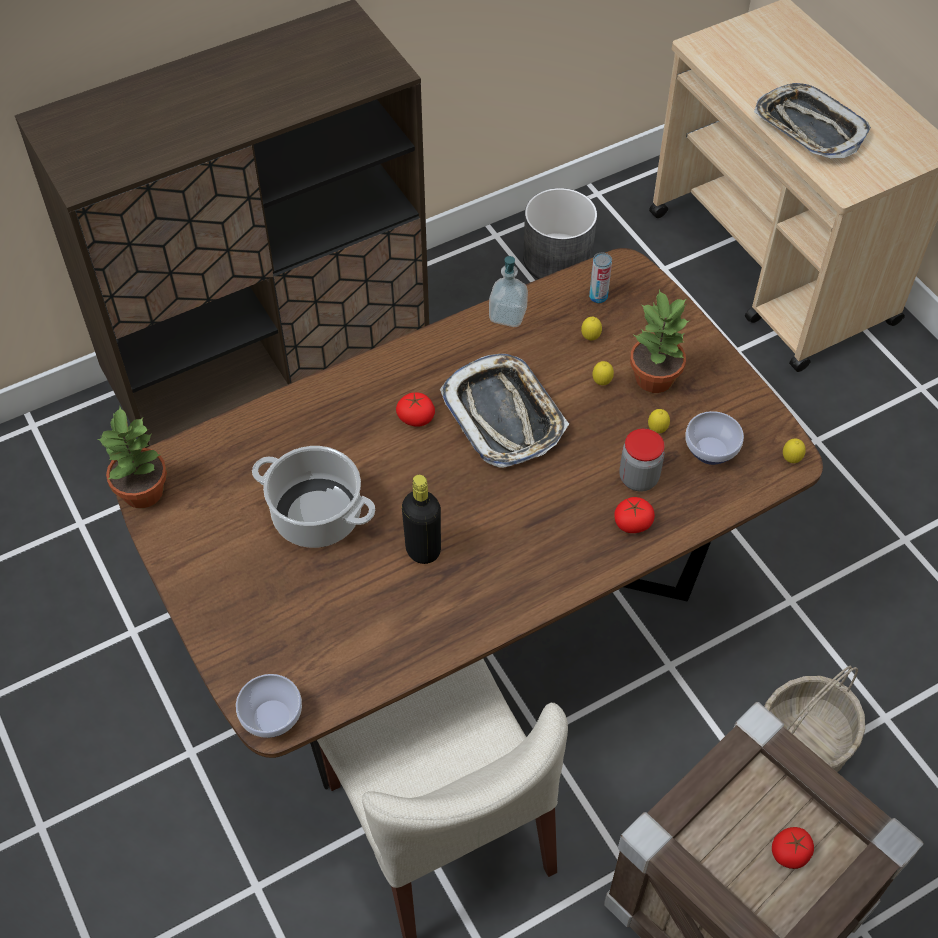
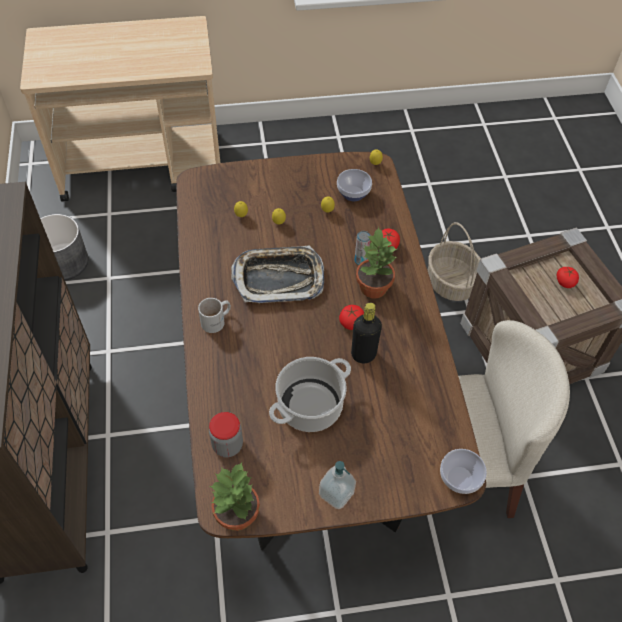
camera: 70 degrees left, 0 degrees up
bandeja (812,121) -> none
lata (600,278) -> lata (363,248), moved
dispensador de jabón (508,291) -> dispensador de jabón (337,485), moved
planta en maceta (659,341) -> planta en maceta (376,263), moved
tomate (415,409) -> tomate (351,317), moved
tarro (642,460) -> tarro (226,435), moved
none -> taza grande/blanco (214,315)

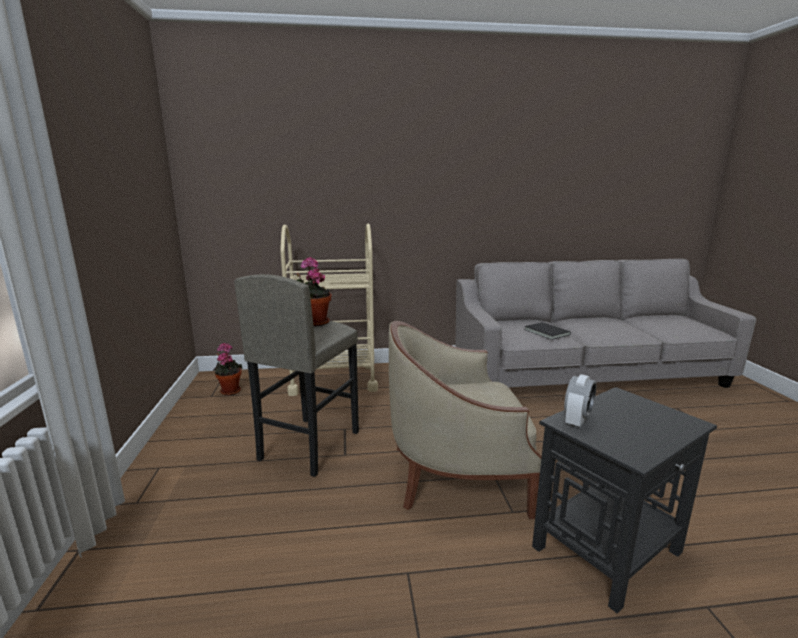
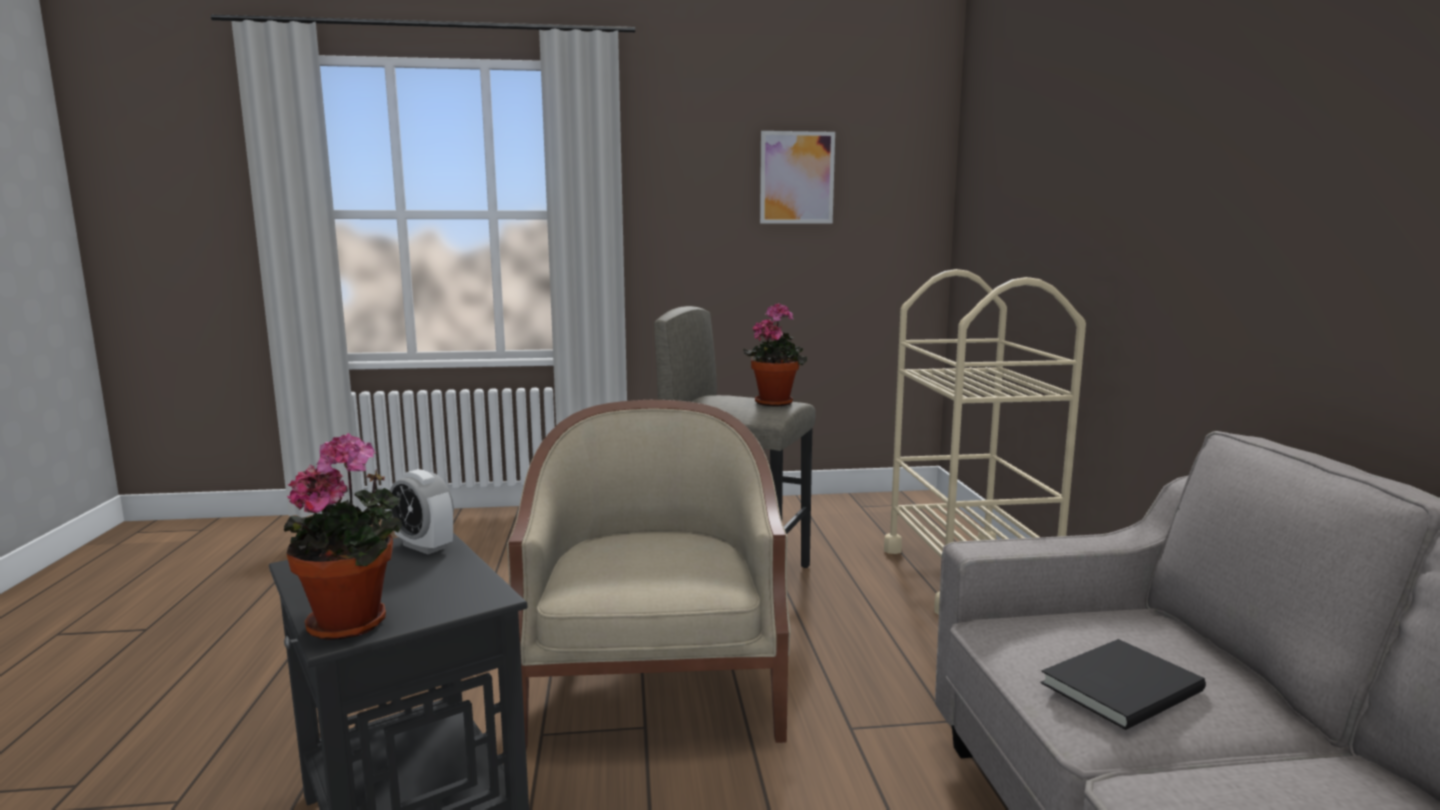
camera: 90 degrees right, 5 degrees down
planta en maceta (228,369) -> planta en maceta (343,536), moved
none -> cuadro (797,177)

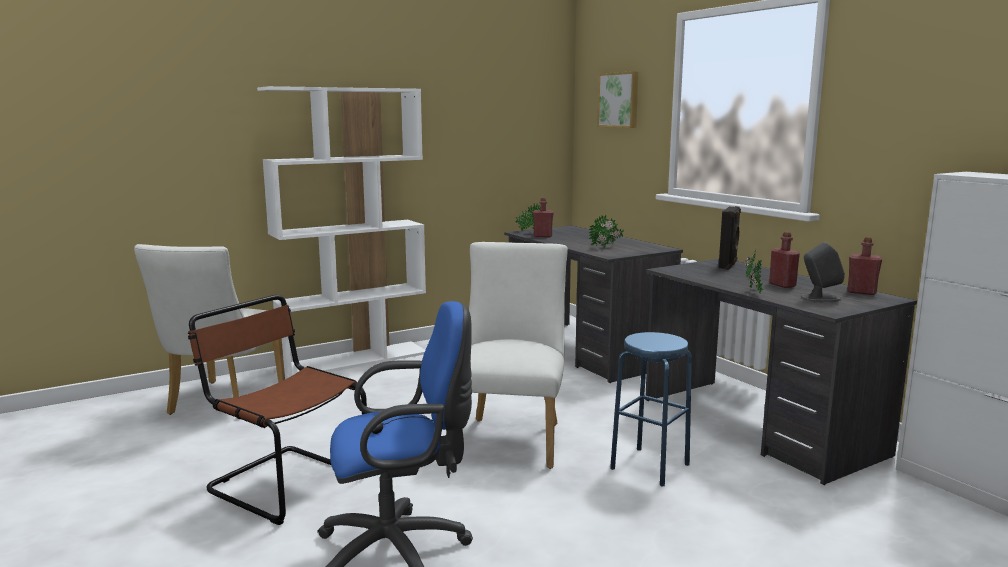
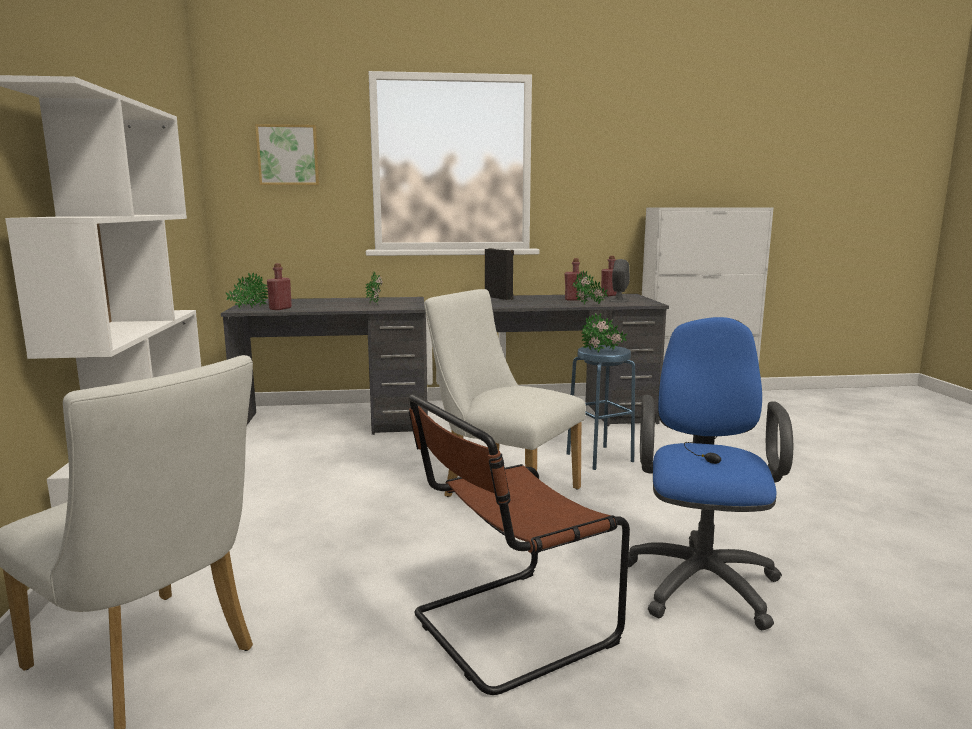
camera: 65 degrees left, 0 degrees up
none -> planta en maceta (604,333)

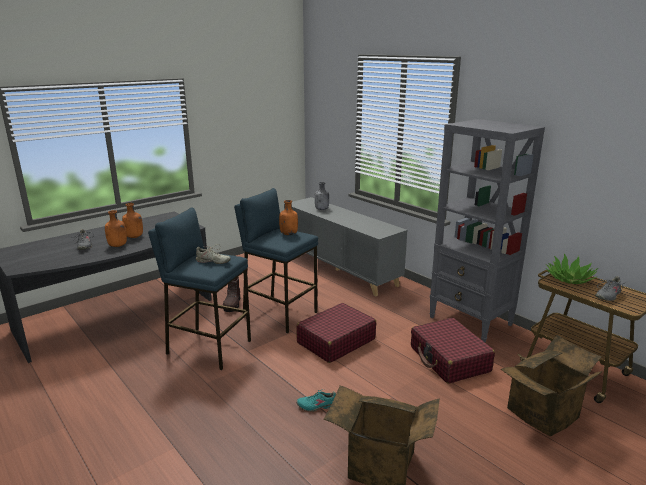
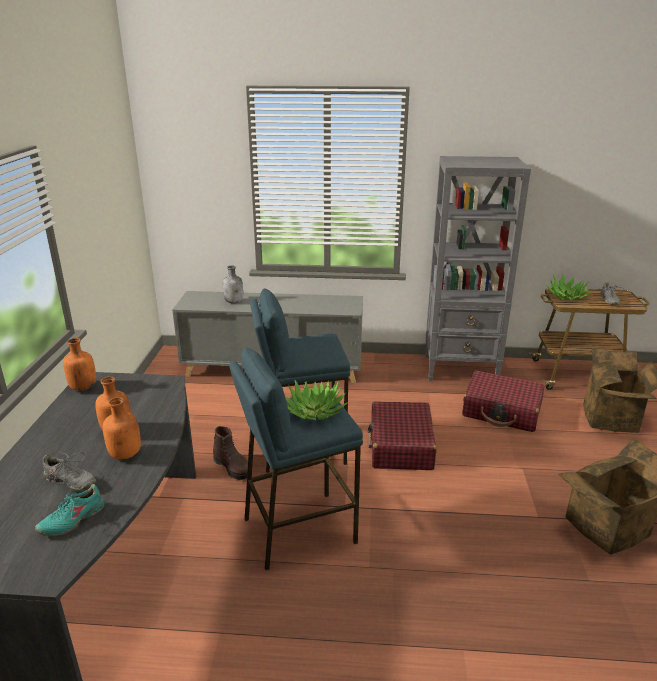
camera: 45 degrees left, 5 degrees up
botella/naranja (288,217) -> botella/naranja (79,364), moved
zapato/beis (213,254) -> planta en maceta (316,400)
zapato/turquesa (316,400) -> zapato/turquesa (70,510), moved

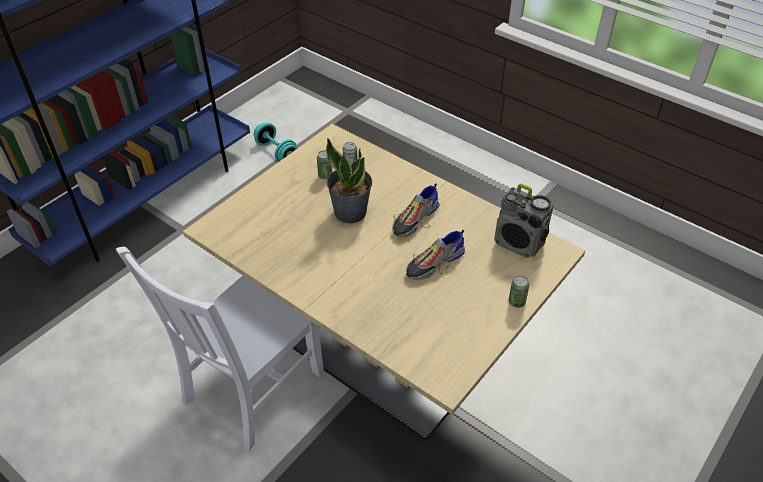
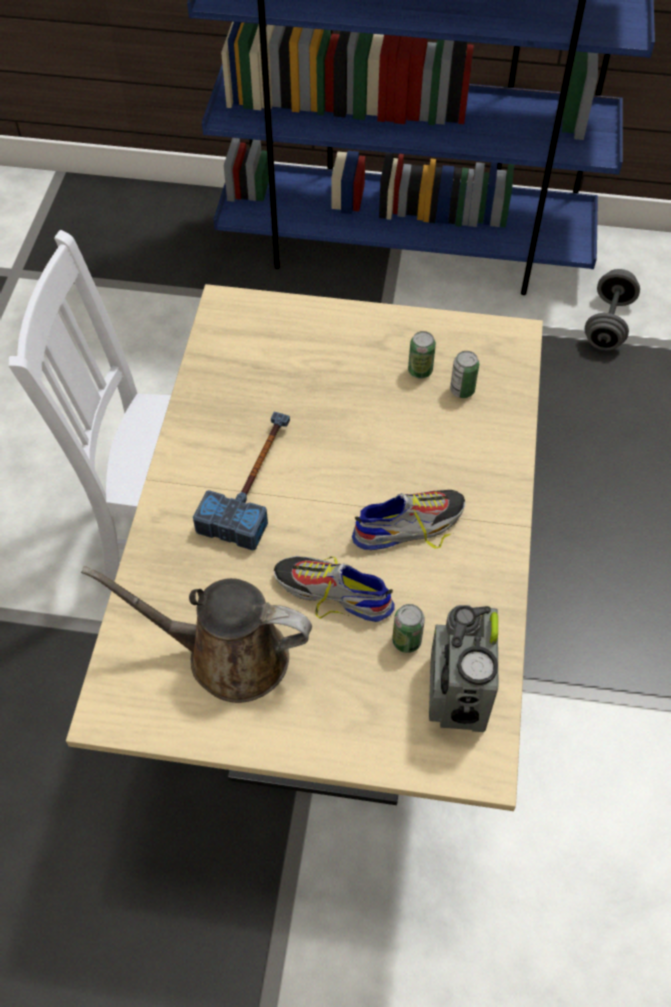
camera: 60 degrees right, 10 degrees up
mancuerna/turquesa (275,142) -> mancuerna/gris (612,310)
planta en maceta (349,181) -> none
zapato (416,210) -> zapato (408,520), 150 degrees clockwise
lata (518,292) -> lata (408,628), moved
none -> martillo (241,481)
none -> regadera/marrón (196,634)

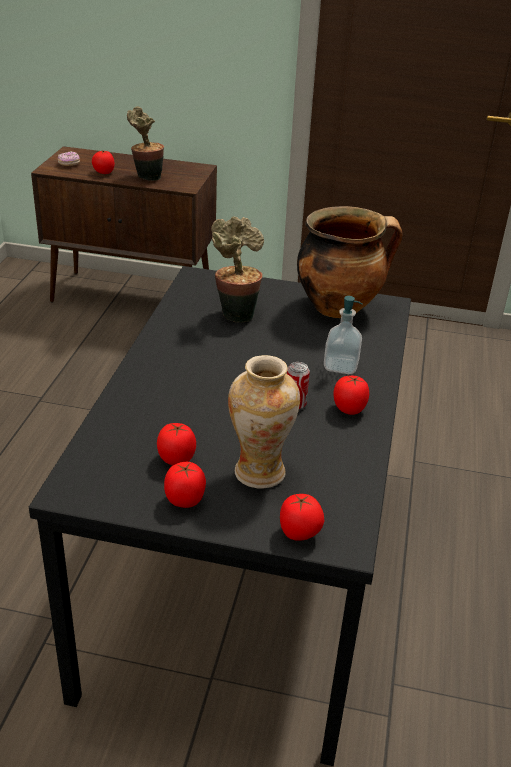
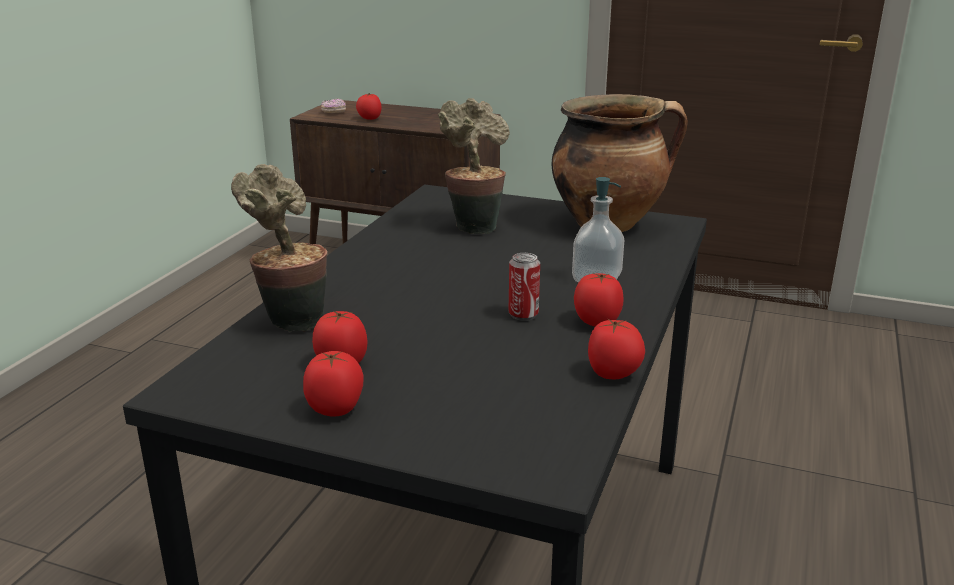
camera: 10 degrees right, 10 degrees down
planta en maceta (145,143) -> planta en maceta (279,248), moved
florero (264,422) -> none
tomate (302,517) -> tomate (616,348), moved

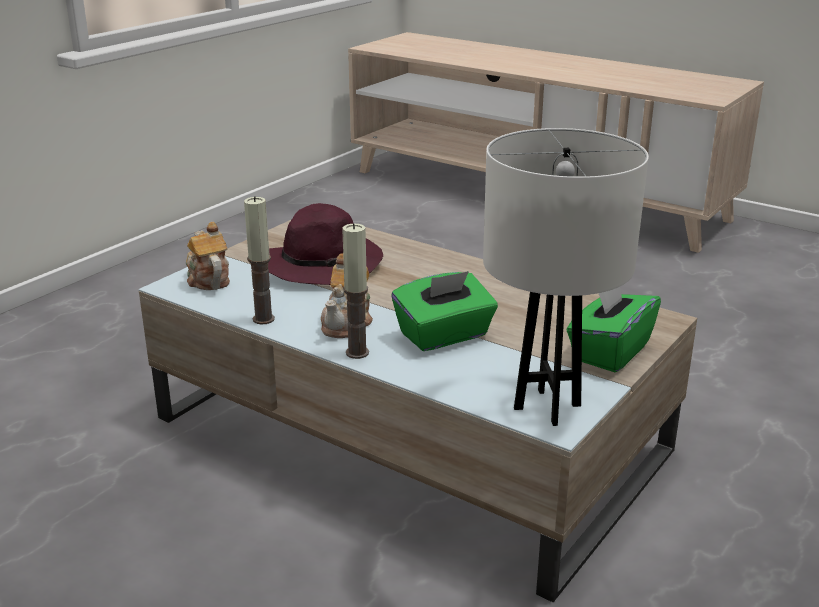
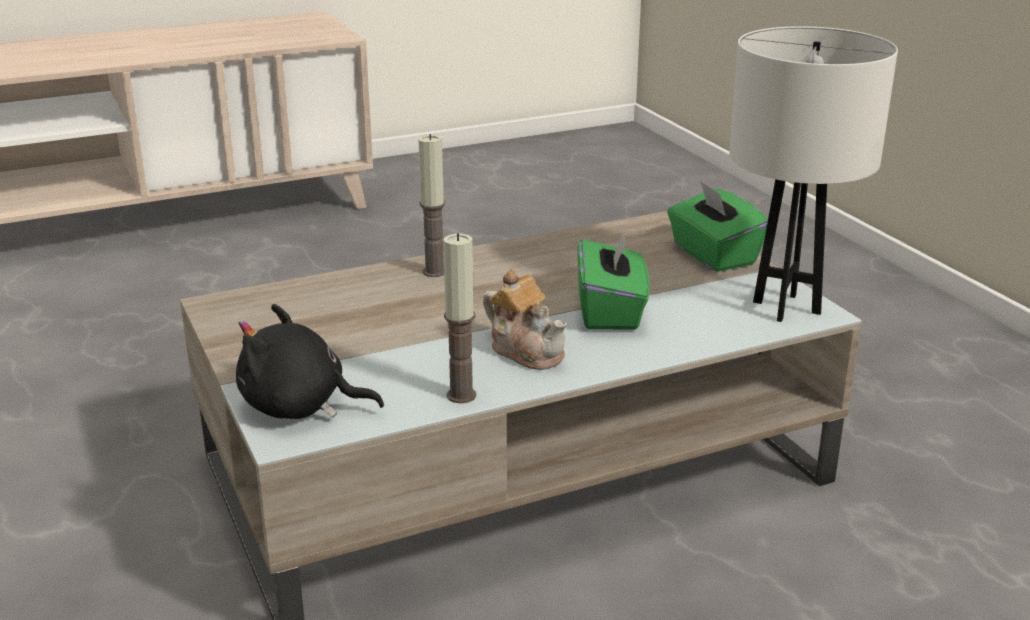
camera: 60 degrees left, 0 degrees up
sombrero/morado (325,244) -> none
tetera (208,256) -> peluche/negro (310,361)
vela (355,291) -> vela (431,205), moved

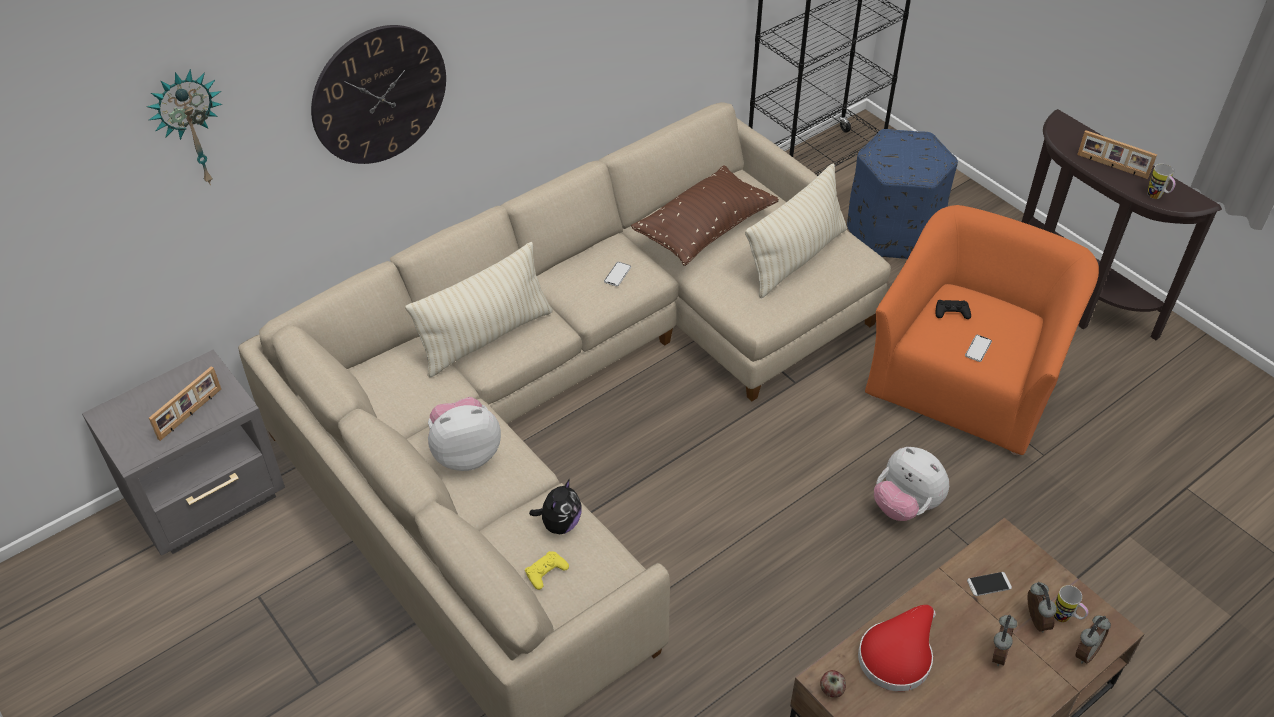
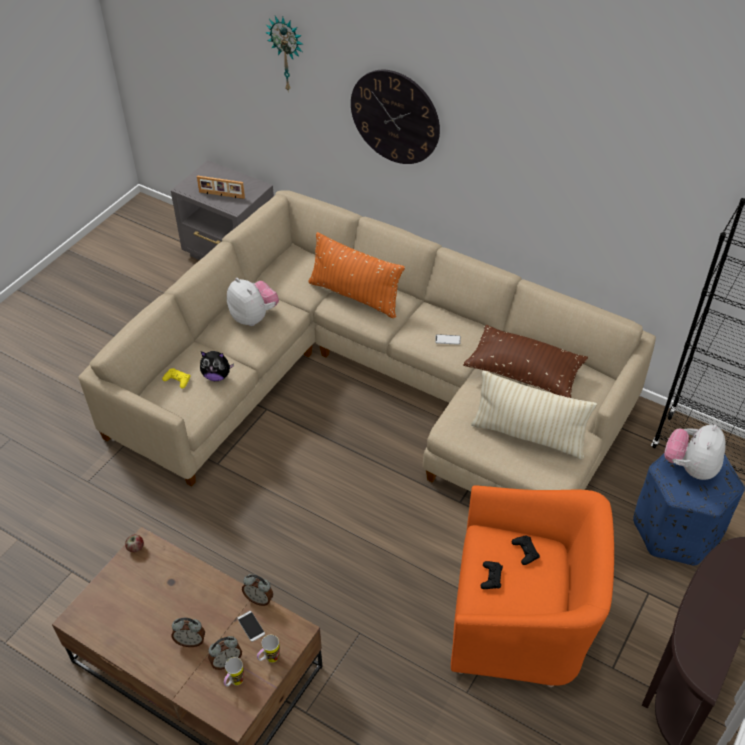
camera: 70 degrees right, 0 degrees up
portarretratos (1117,154) -> none
taza grande (1162,181) -> taza grande (268,649), moved
cojín/beis (479,309) -> cojín/naranja (356,275)
móvil (978,348) -> mando de consola/negro (491,575)
peluche (911,484) -> peluche (695,452), moved
sombrero/rojo (897,648) -> none
despertador (1093,639) -> despertador (257,590), moved

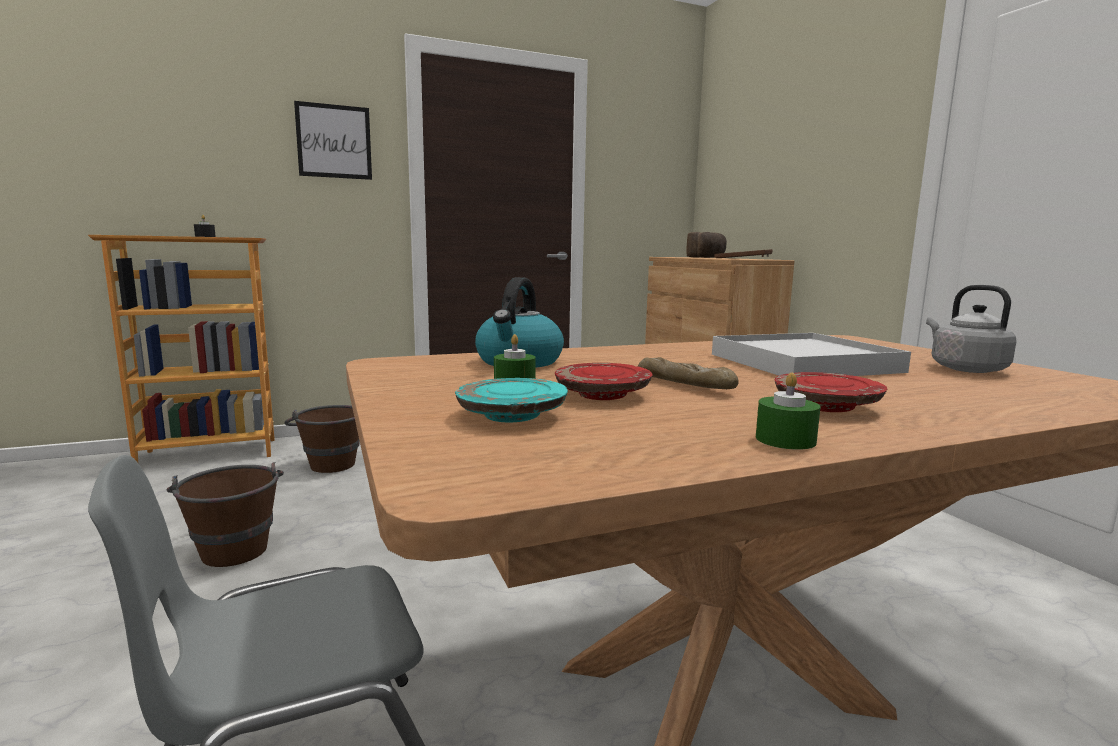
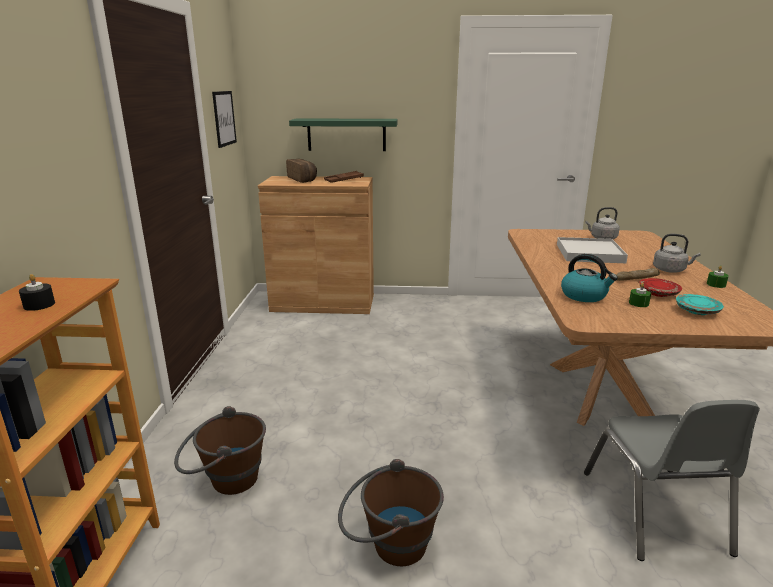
camera: 65 degrees left, 10 degrees up
cuadro (333,140) -> cuadro (224,119), moved
plato/rojo (831,392) -> hervidor/gris (677,253)
none -> estante/verde (343,134)

